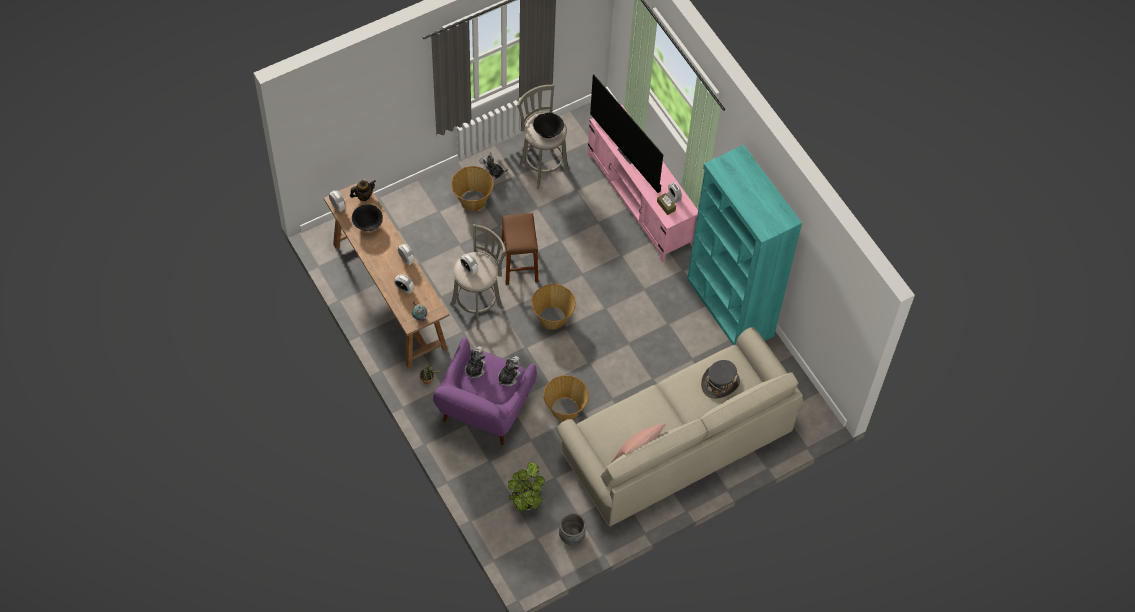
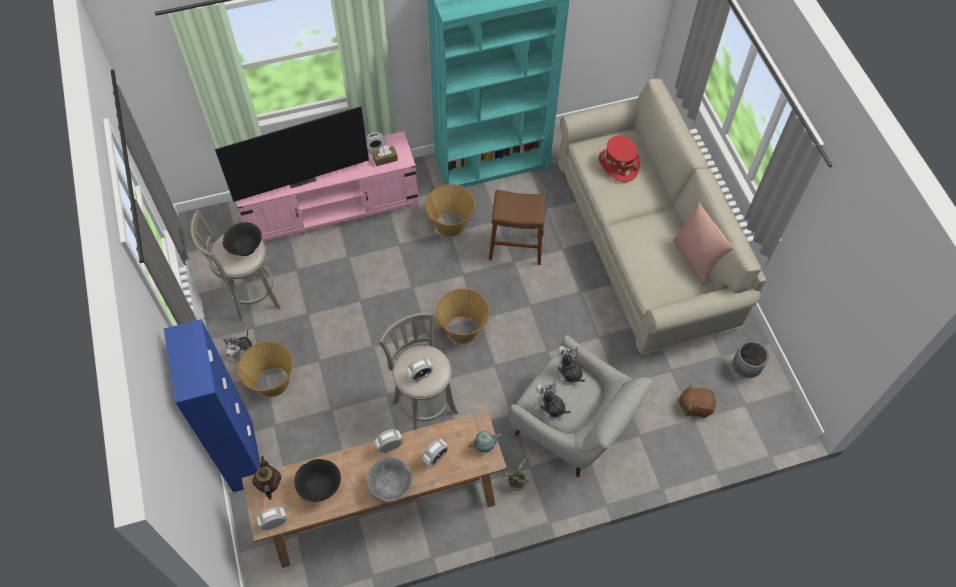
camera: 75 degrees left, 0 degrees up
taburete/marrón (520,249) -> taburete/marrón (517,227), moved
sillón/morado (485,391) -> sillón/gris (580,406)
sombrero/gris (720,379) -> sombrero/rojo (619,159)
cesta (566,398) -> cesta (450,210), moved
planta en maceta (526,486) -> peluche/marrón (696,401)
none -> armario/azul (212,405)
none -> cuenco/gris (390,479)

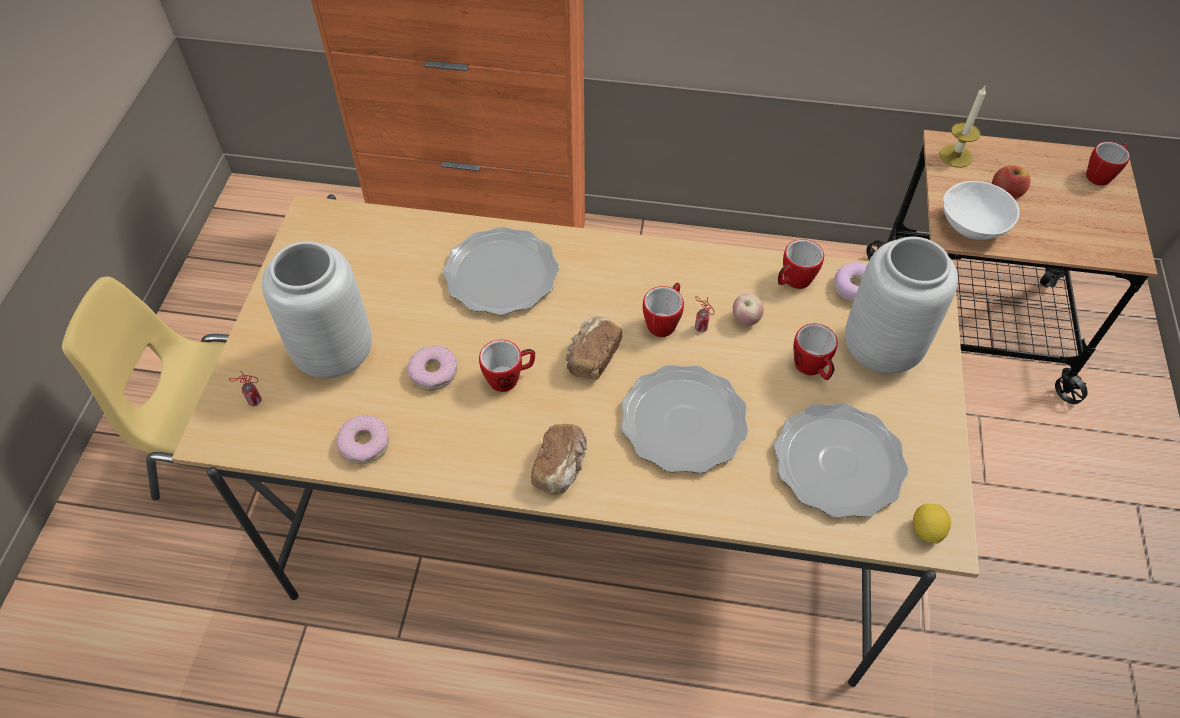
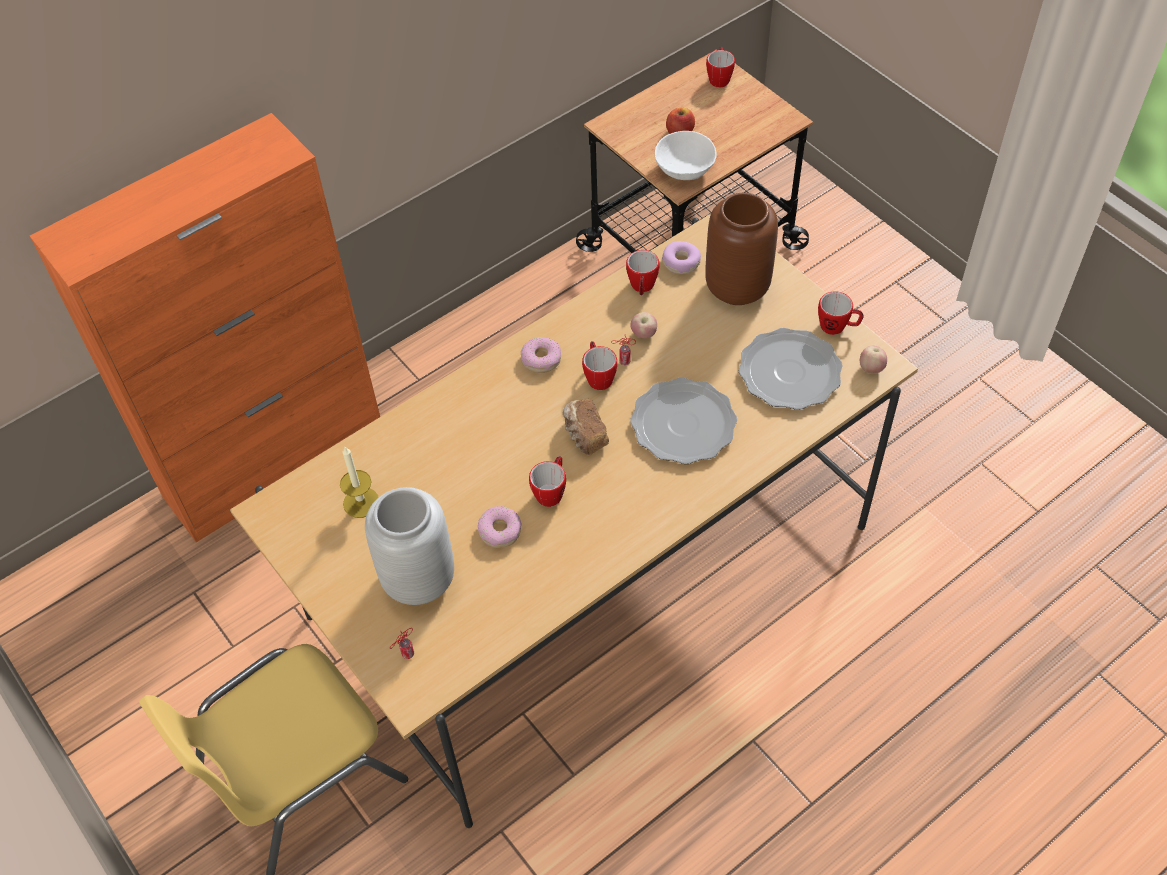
camera: 45 degrees left, 0 degrees up
vela (962,127) -> vela (359,482), moved
plato (501,271) -> none
florero/gris (901,305) -> florero/marrón (742,249)
taza grande (815,351) -> taza grande (840,313), moved
rosquilla (362,439) -> rosquilla (541,355), moved
pan (559,459) -> none
limón (932,524) -> manzana (873,359)

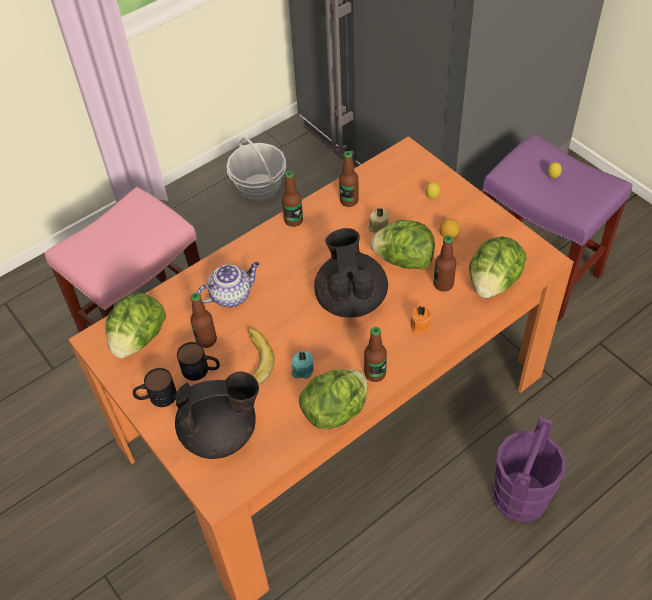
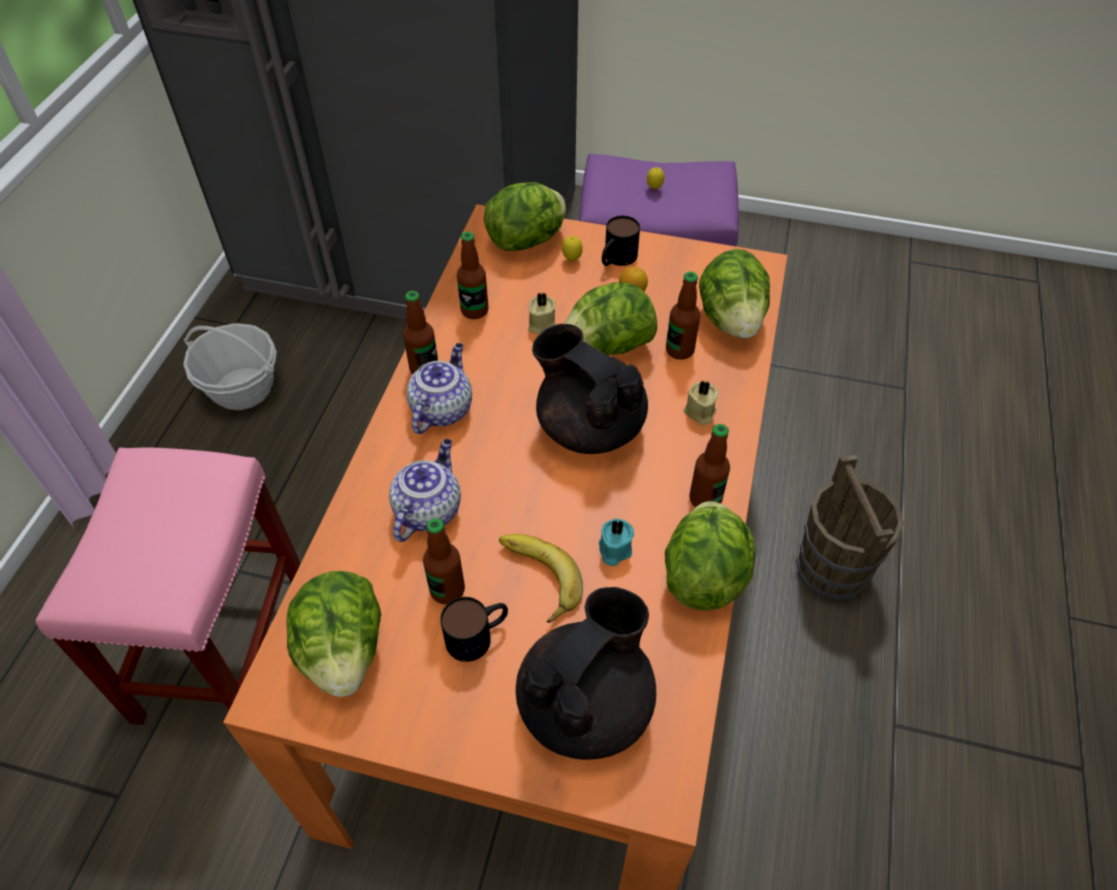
camera: 40 degrees left, 0 degrees up
vela/naranja (421,320) -> vela/beis (701,403)
taza grande (155,387) -> taza grande (621,241), moved
cubo/morado (529,469) -> cubo/marrón (850,528)
none -> lechuga (525,216)
none -> tetera (439,388)

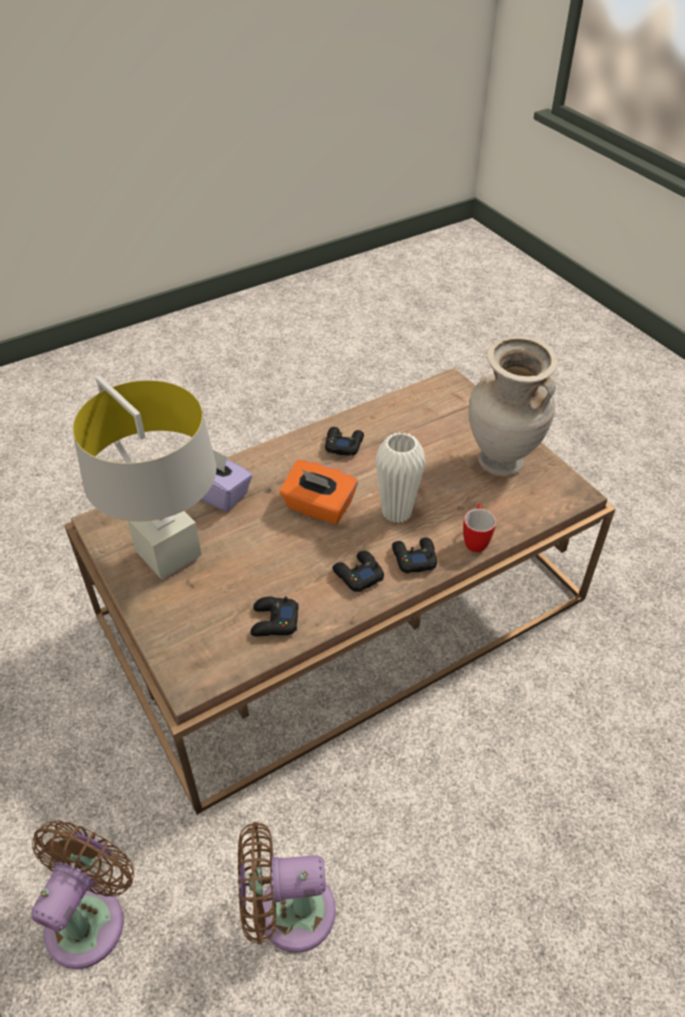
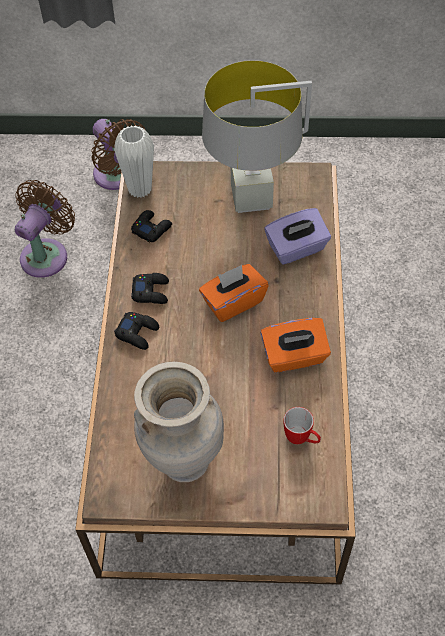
camera: 125 degrees right, 10 degrees up
mando de consola/negro (344,441) -> caja de pañuelos/naranja (296,345)
florero/blanco (400,477) -> florero/blanco (134,161), moved
taza grande (479,528) -> taza grande (302,426), moved

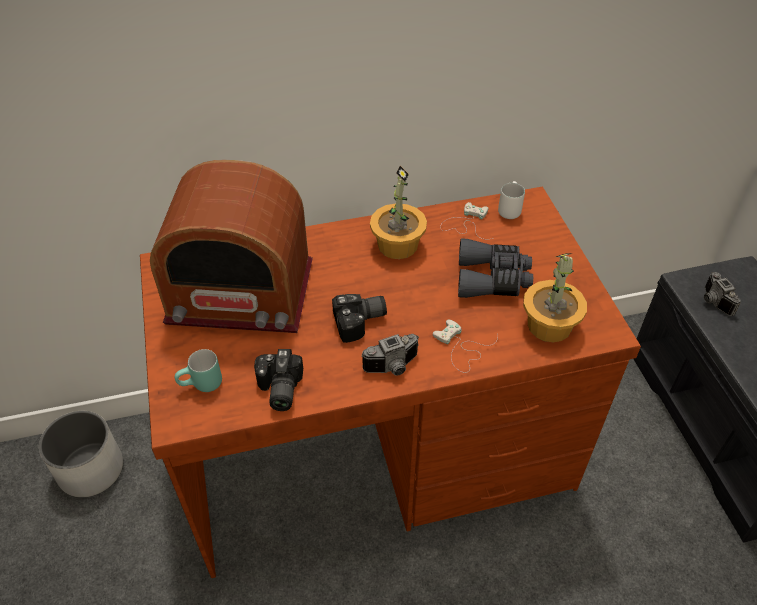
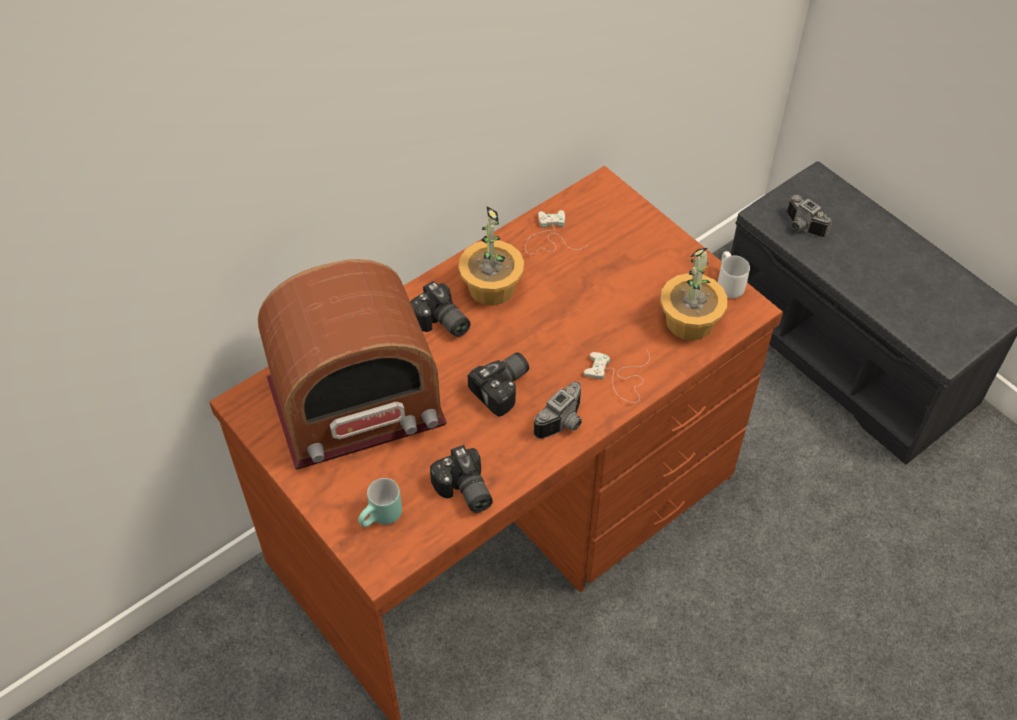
camera: 25 degrees left, 5 degrees up
taza grande/blanco (511,200) -> taza grande/blanco (734,274), moved
prismáticos/gris (495,268) -> none
maceta/blanco (81,454) -> none
none -> cámara (440,309)

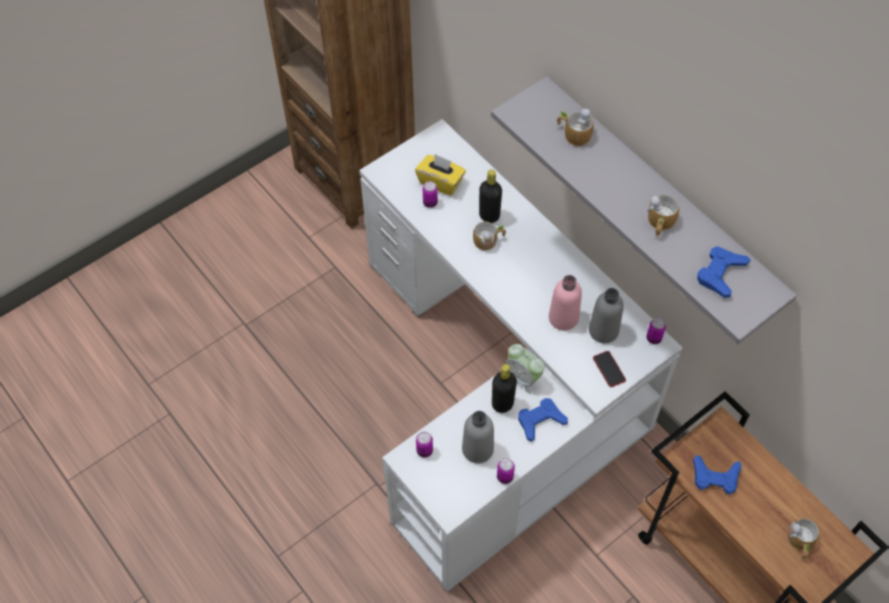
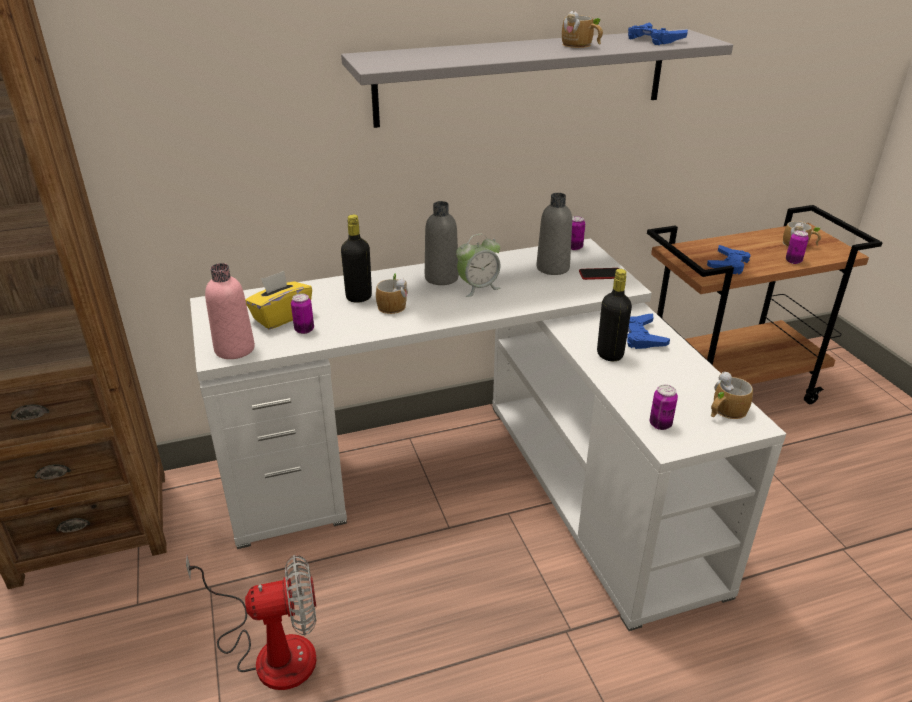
camera: 70 degrees left, 25 degrees down
taza grande (575,127) -> taza grande (732,395), moved
botella/rosa (565,303) -> botella/rosa (230,311), moved
despertador (525,369) -> despertador (478,265), moved
botella/gris (478,437) -> botella/gris (442,243), moved
lata (506,471) -> lata (797,247), moved
none -> ventilador (251,622)

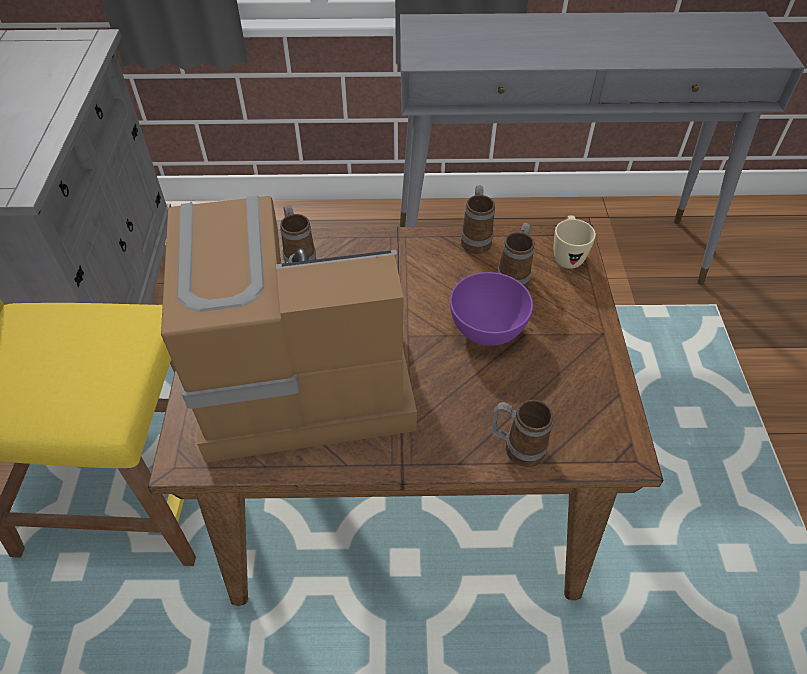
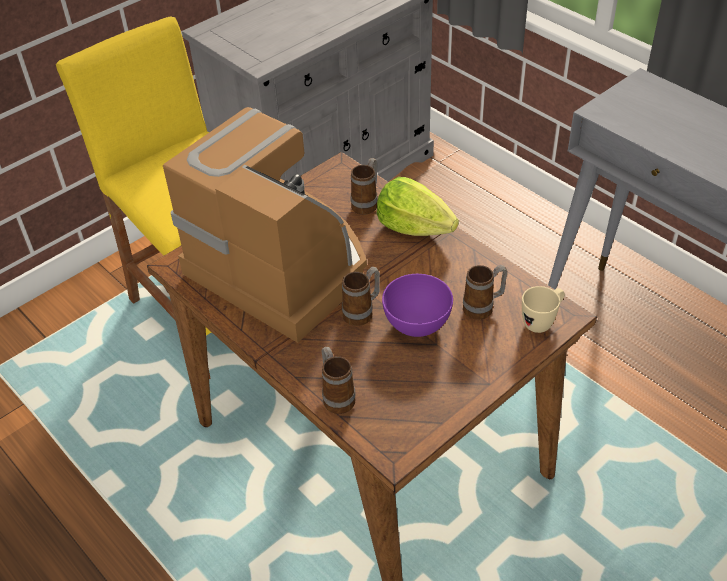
camera: 50 degrees right, 5 degrees down
taza grande (478,219) -> taza grande (361,296), moved
none -> lechuga (418,206)

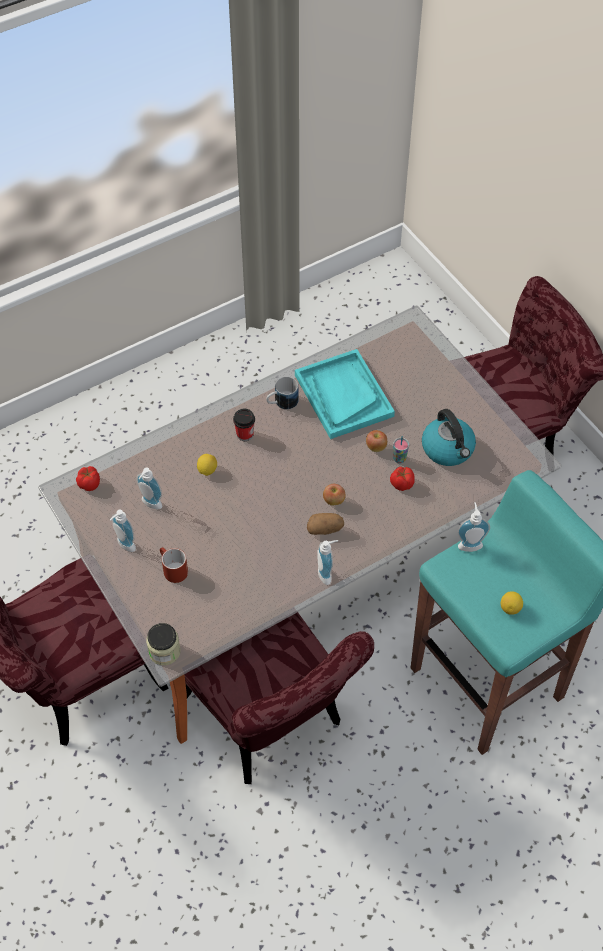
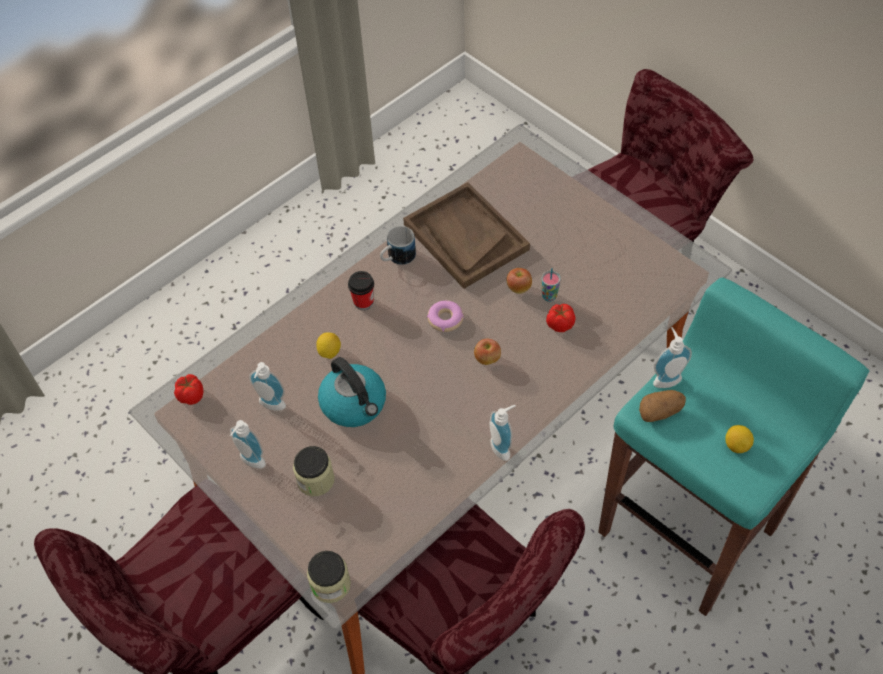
camera: 10 degrees left, 0 degrees up
bandeja/turquesa (345,394) -> bandeja/marrón (466,235)
hervidor (449,437) -> hervidor (352,392), moved
patata (325,524) -> patata (662,406), moved
taza grande/rojo (174,565) -> tarro (313,471)
none -> rosquilla (445,316)

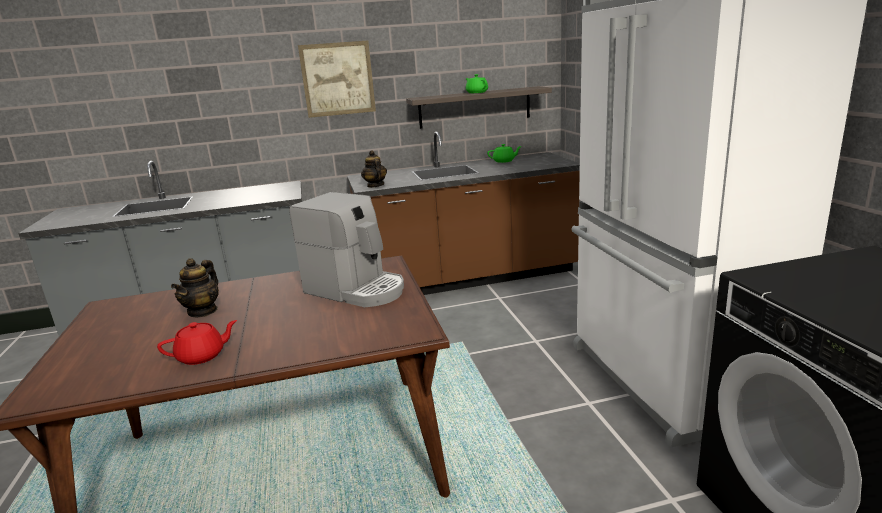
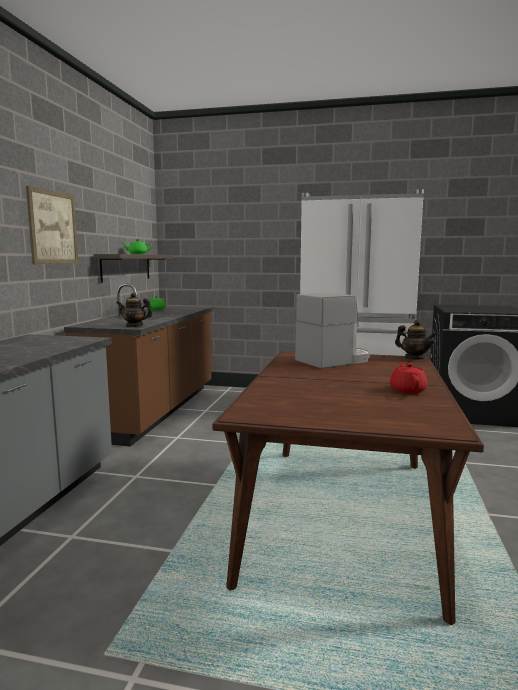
camera: 65 degrees left, 10 degrees down
tetera (195,287) -> tetera (416,340), moved

